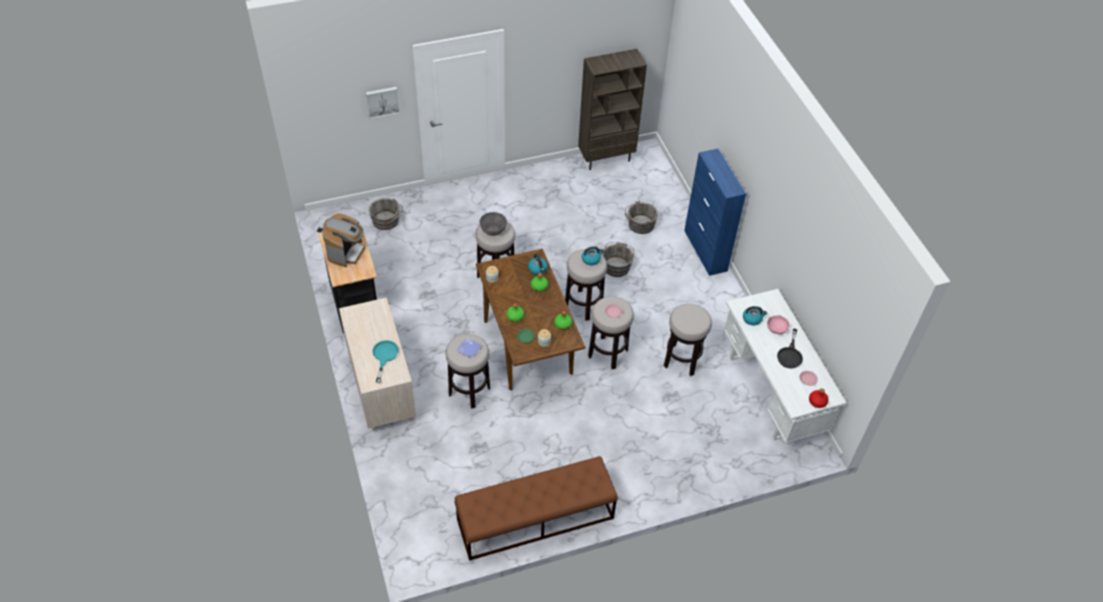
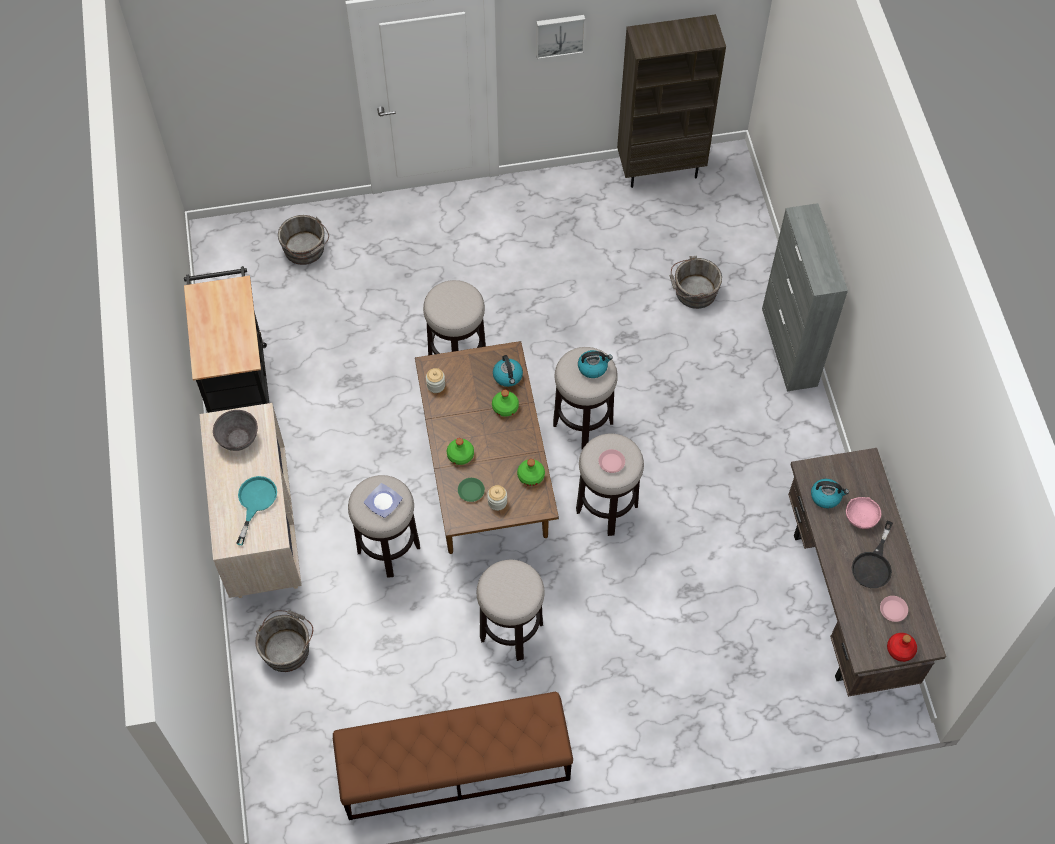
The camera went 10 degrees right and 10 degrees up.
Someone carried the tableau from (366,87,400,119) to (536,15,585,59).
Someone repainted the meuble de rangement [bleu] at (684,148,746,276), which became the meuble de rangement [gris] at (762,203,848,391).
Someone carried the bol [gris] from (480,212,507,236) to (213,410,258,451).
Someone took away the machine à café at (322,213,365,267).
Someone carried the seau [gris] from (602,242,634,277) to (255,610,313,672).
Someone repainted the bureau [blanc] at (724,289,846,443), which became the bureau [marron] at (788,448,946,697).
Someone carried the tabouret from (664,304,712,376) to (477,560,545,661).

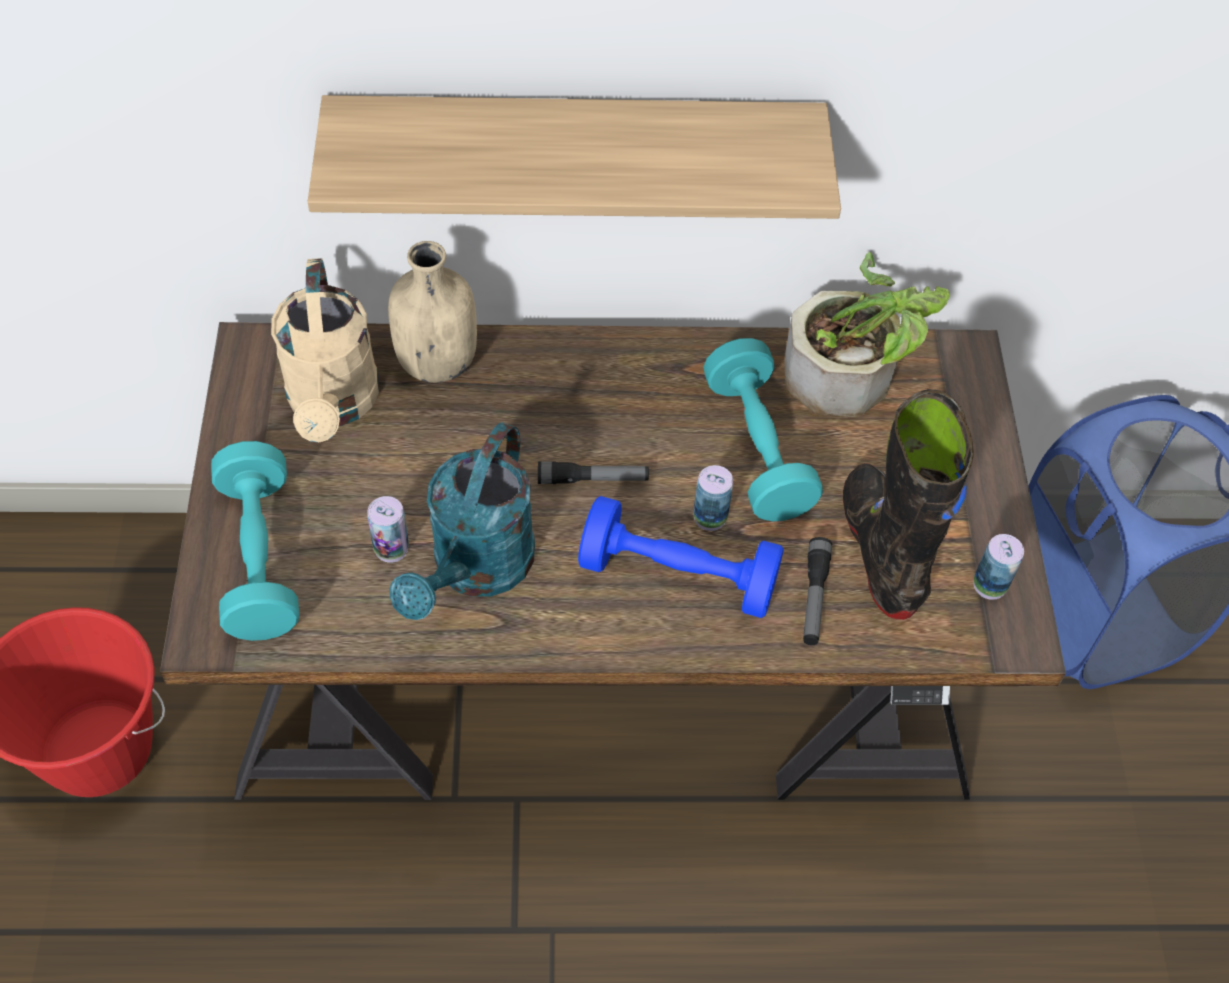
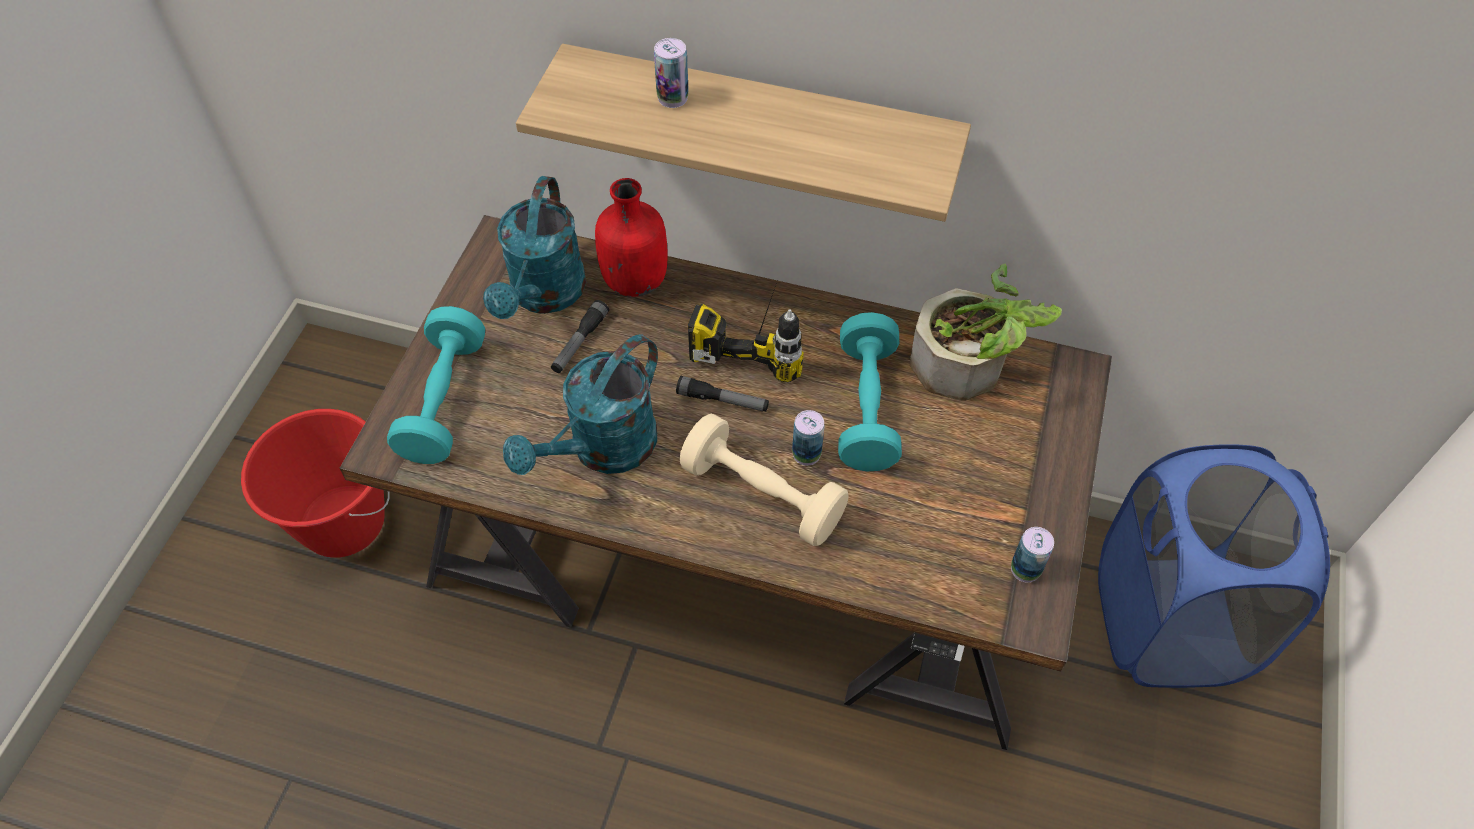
The camera went 20 degrees right and 0 degrees up.
Someone repainted the bouteille [beige] at (388,241,477,383), which became the bouteille [rouge] at (595,178,668,297).
Someone repainted the arrosoir [beige] at (271,258,379,442), which became the arrosoir [turquoise] at (483,176,586,319).
Someone took away the botte [noir] at (843,389,974,620).
Someone carried the boîte métallique from (367,496,409,563) to (654,38,689,108).
Someone repainted the haltère [bleu] at (578,496,784,618), which became the haltère [beige] at (680,414,849,546).
Someone carried the lampe de poche from (803,537,832,645) to (551,300,609,373).
Someone put down the perceuse at (688,285,804,382).

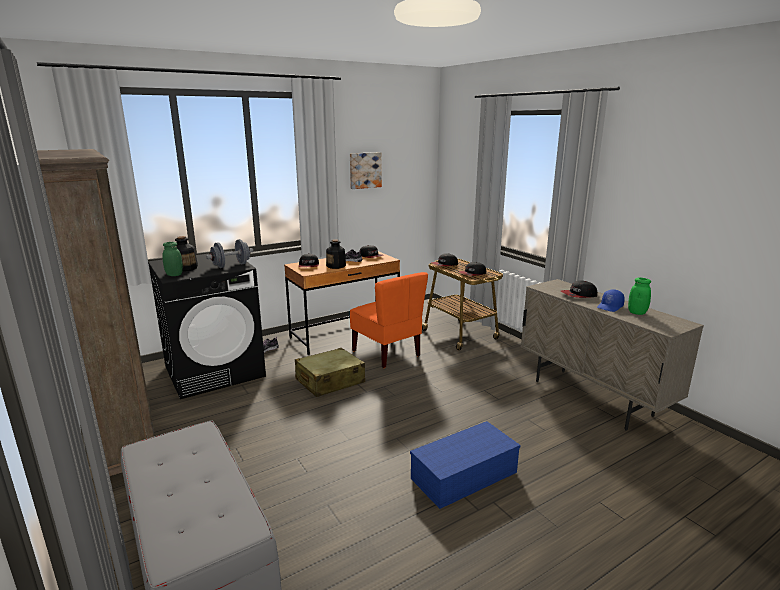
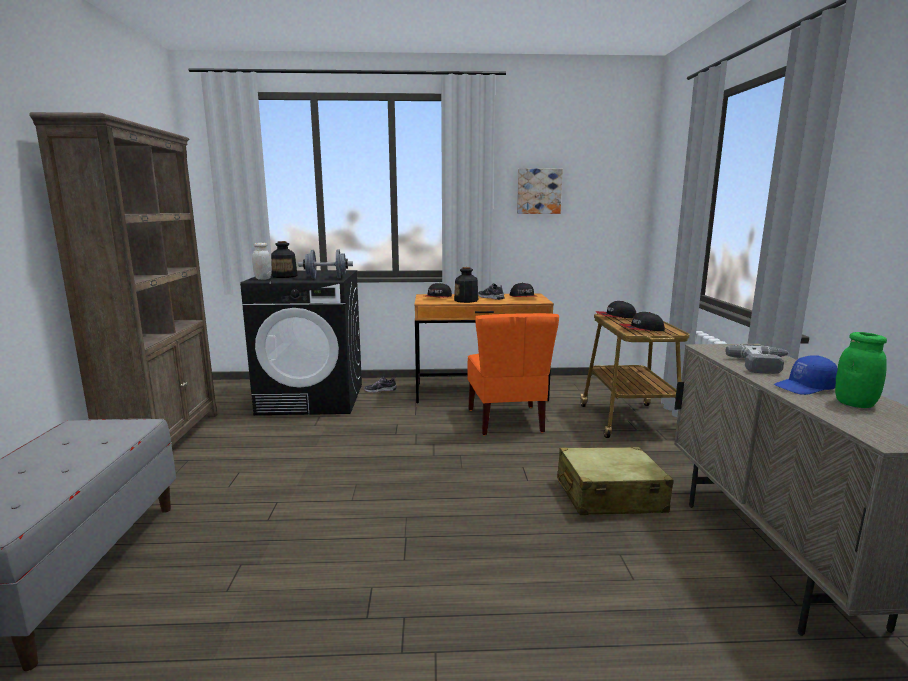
The camera went 30 degrees right and 5 degrees down.
Someone repainted the bocal [vert] at (162,242,183,276), which became the bocal [blanc] at (252,243,272,280).
Someone swapped the casquette at (561,280,597,298) for the perceuse at (725,344,789,374).
Someone carried the valise [beige] from (295,348,365,397) to (557,447,673,515).
Someone took away the boîte de rangement [bleu] at (410,421,520,509).

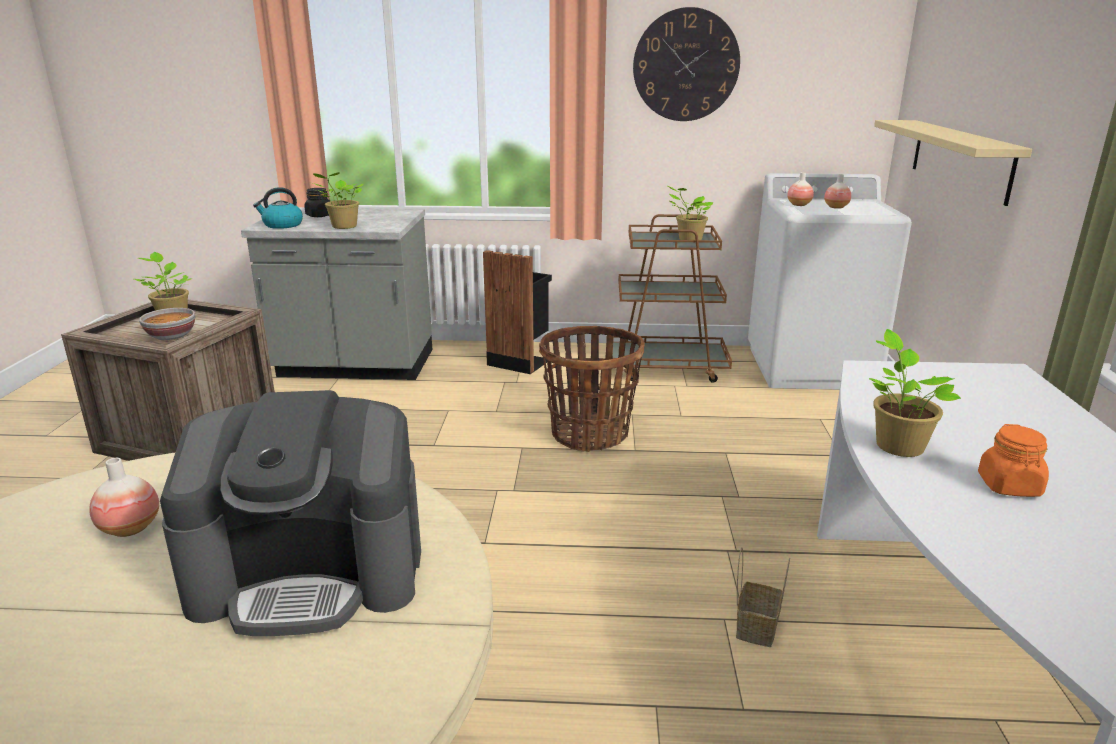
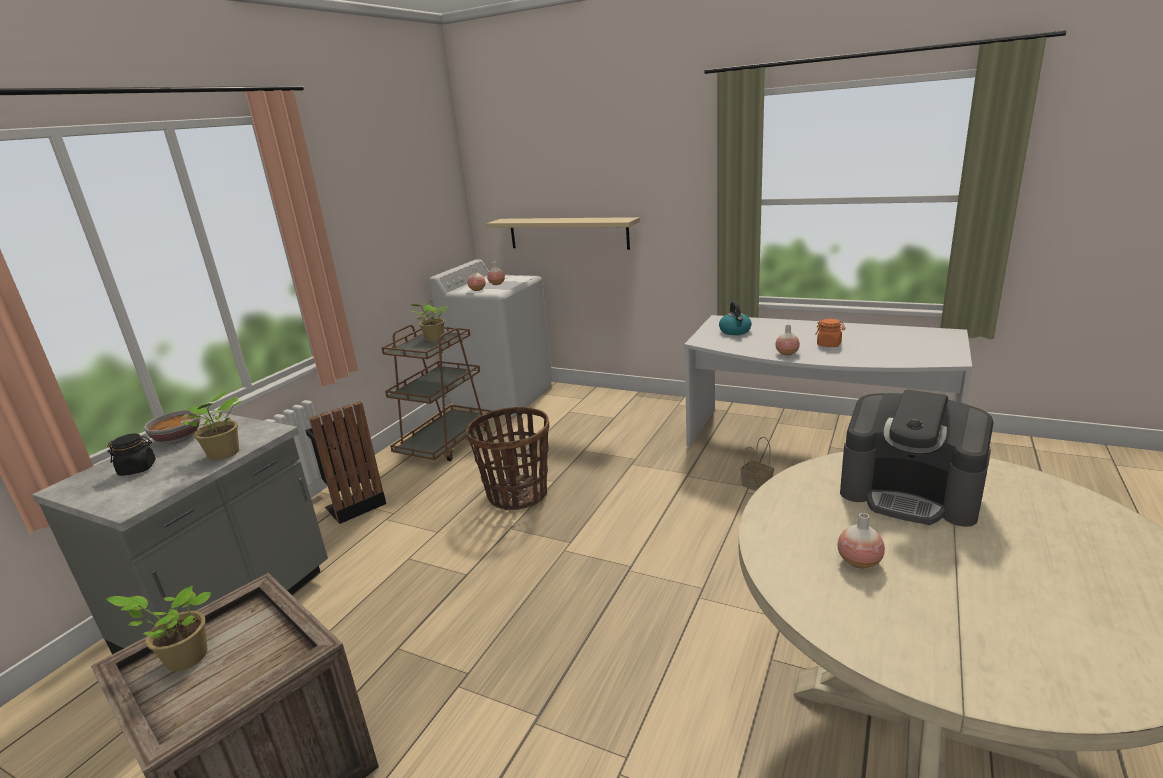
The camera went 65 degrees left and 0 degrees up.
Someone took away the horloge murale at (633,7,740,121).
Someone carried the bouilloire from (253,187,303,229) to (719,301,752,335).
Someone carried the bol from (139,308,195,340) to (144,410,200,444).
Someone swapped the plante en pot at (869,329,961,457) for the vase at (775,325,800,355).
Someone rotated the machine à café at (160,390,421,636) by 105 degrees clockwise.

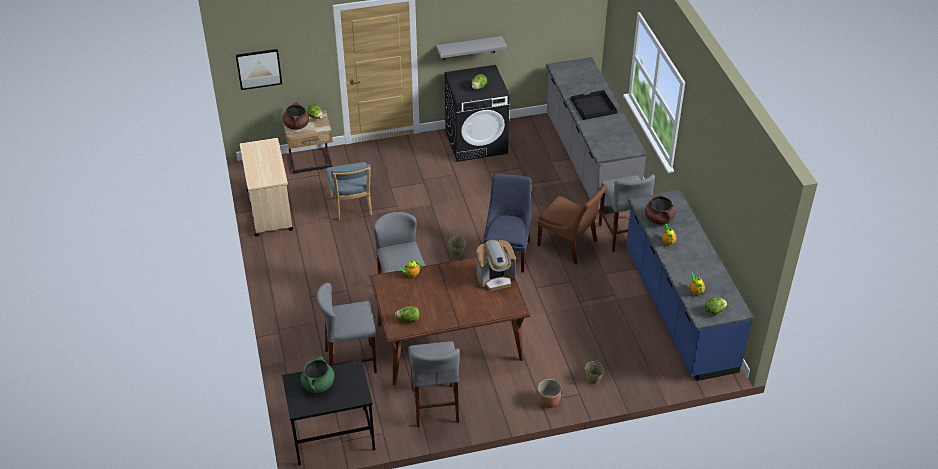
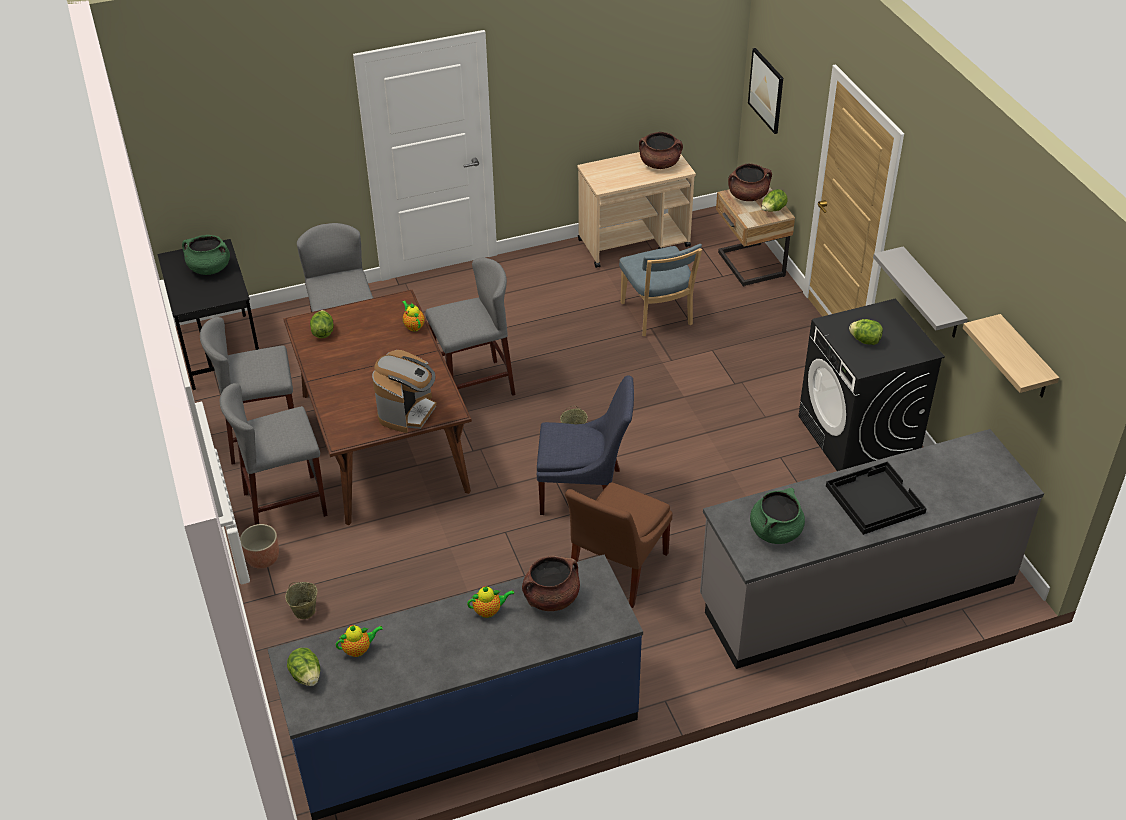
The camera went 85 degrees right and 0 degrees up.
Someone rotated the chaise [bleu] at (326,162,372,220) by 90 degrees counterclockwise.
Someone carried the tabouret [gris] from (599,174,655,252) to (220,383,328,525).
Someone rotated the machine à café at (477,239,516,291) by 135 degrees counterclockwise.
Someone put down the marmite [marron] at (639,132,683,169).
Someone put up the étagère at (963,314,1059,397).
Someone put down the marmite [vert] at (750,488,805,544).

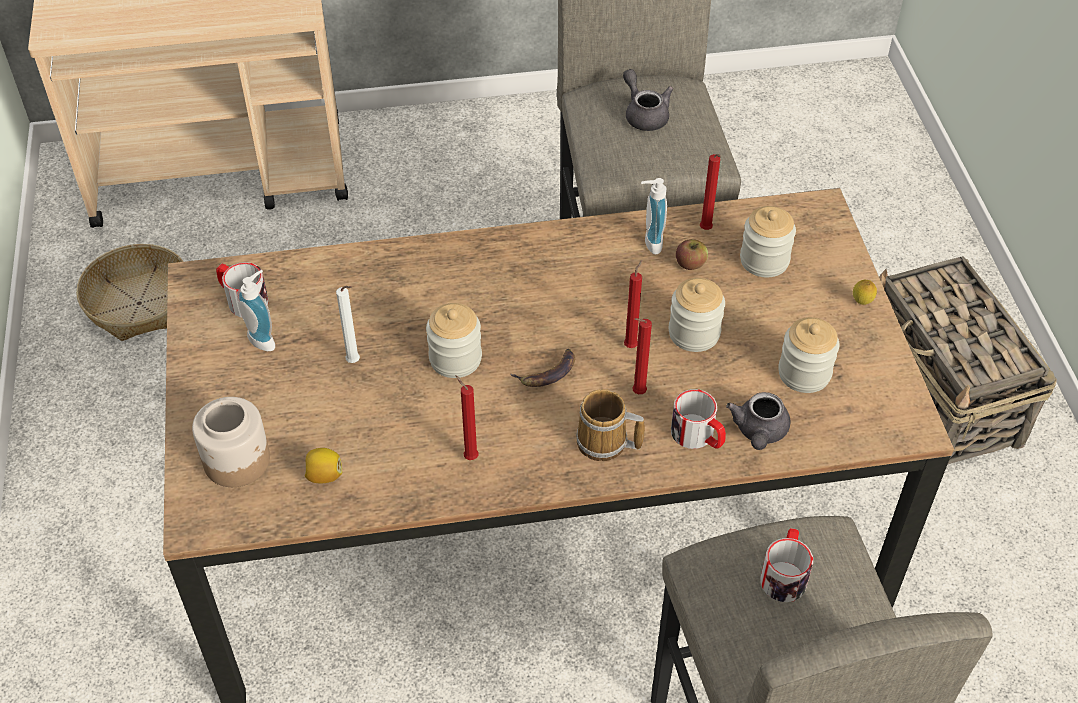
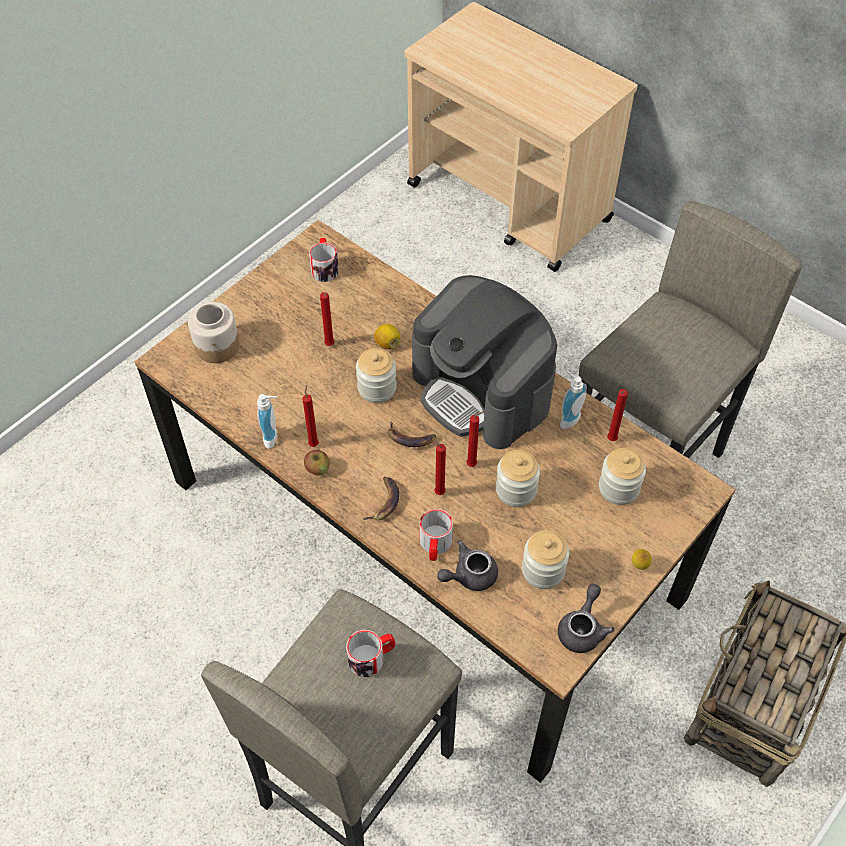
The camera went 50 degrees right and 5 degrees up.
Someone carried the théière [gris] from (623,69,673,131) to (558,584,614,653).
Someone carried the pomme from (676,239,708,270) to (304,450,330,476).
Someone took away the panier at (76,244,184,341).
Someone carried the distributeur de savon from (237,270,275,351) to (257,394,278,449).
Someone repainted the bougie [blanc] at (336,286,360,363), which became the bougie [rouge] at (320,292,335,346).
Someone swapped the mug at (576,389,645,461) for the banane at (363,477,399,520).
Someone carried the citron from (305,448,342,483) to (374,324,400,349).
Someone put down the machine à café at (412,275,557,449).

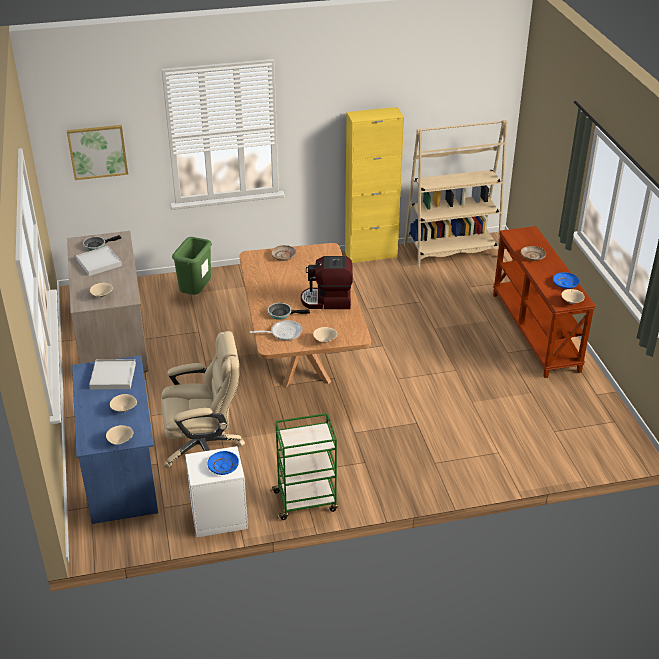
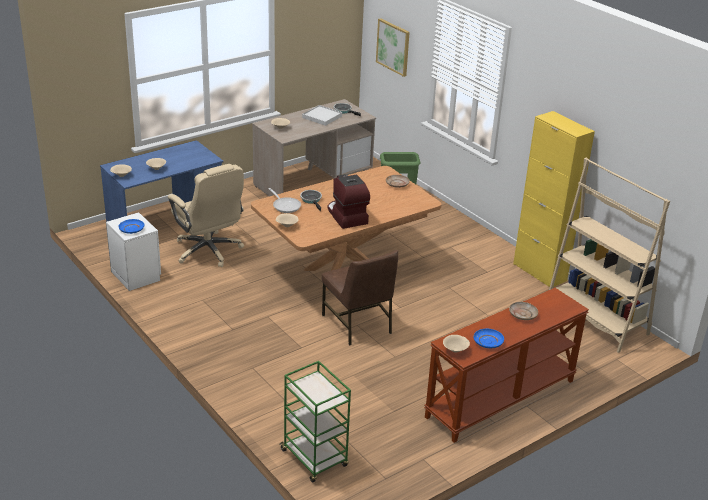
The camera went 65 degrees right and 5 degrees down.
Someone took away the plateau [blanc] at (89,359,136,390).
Someone carried the chariot [vert] from (270,413,338,520) to (279,361,351,483).
Someone put down the chaise [marron] at (322,250,398,345).

